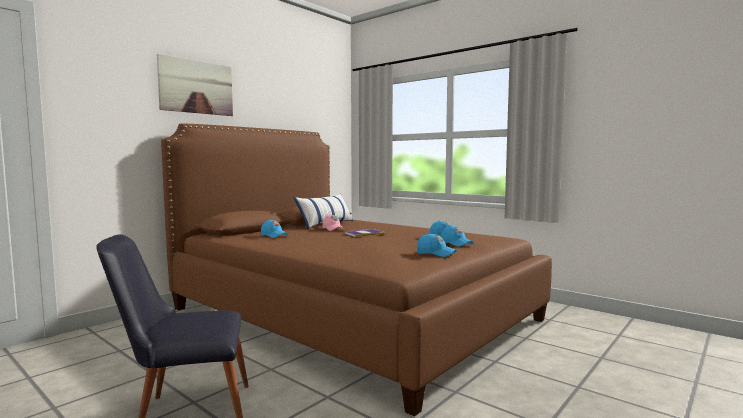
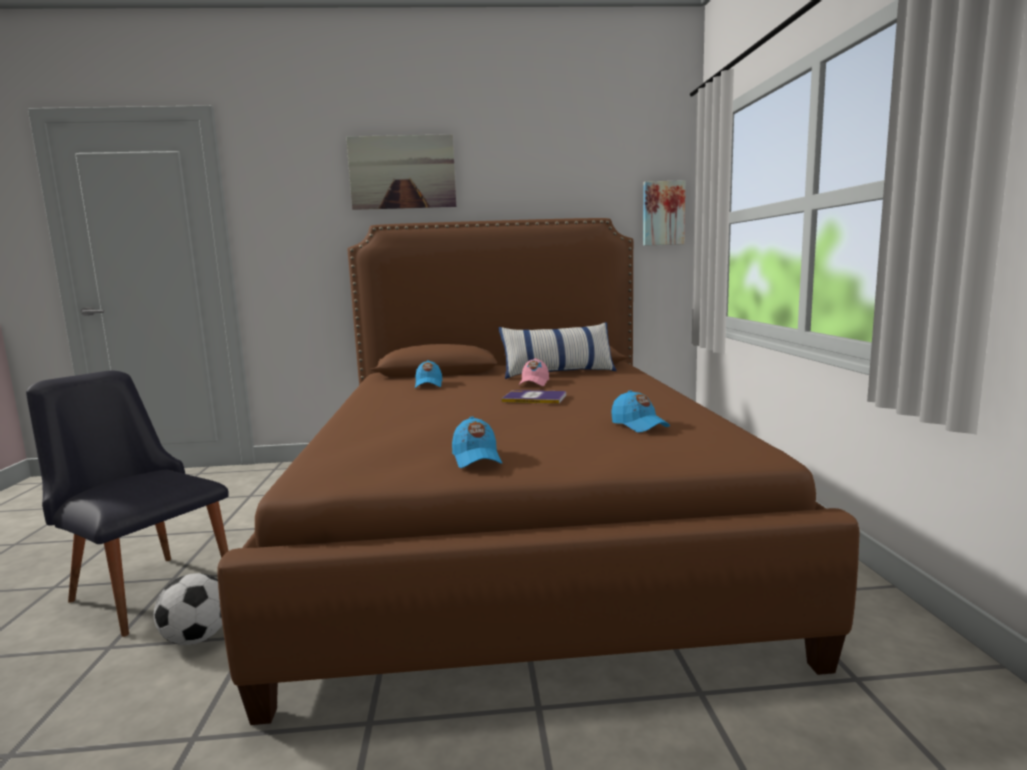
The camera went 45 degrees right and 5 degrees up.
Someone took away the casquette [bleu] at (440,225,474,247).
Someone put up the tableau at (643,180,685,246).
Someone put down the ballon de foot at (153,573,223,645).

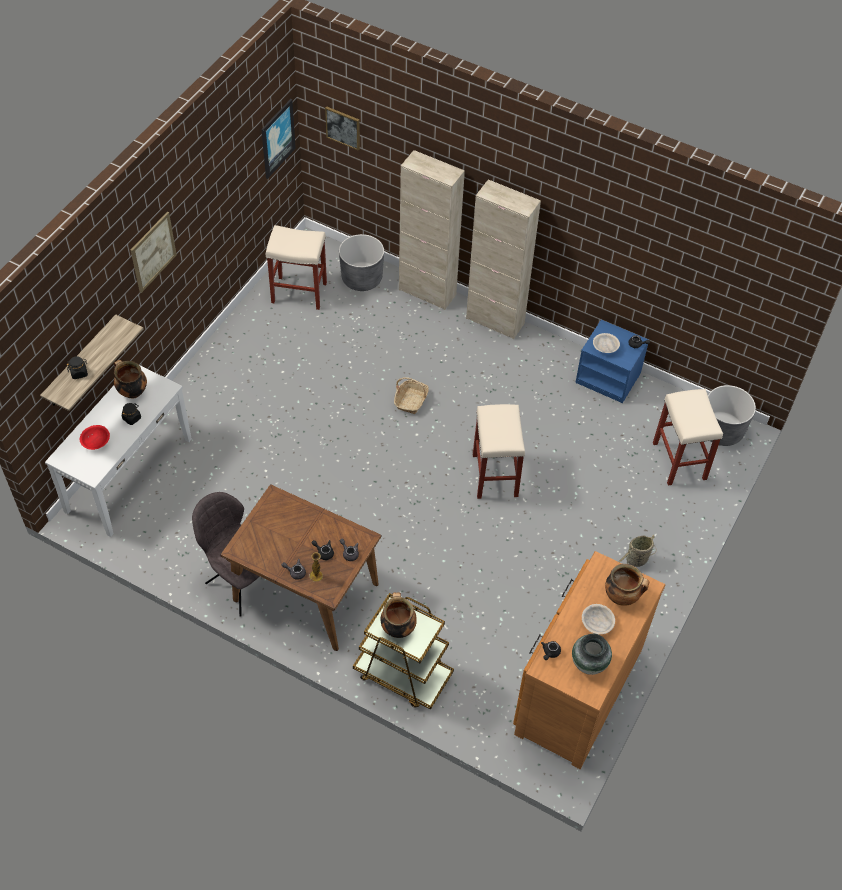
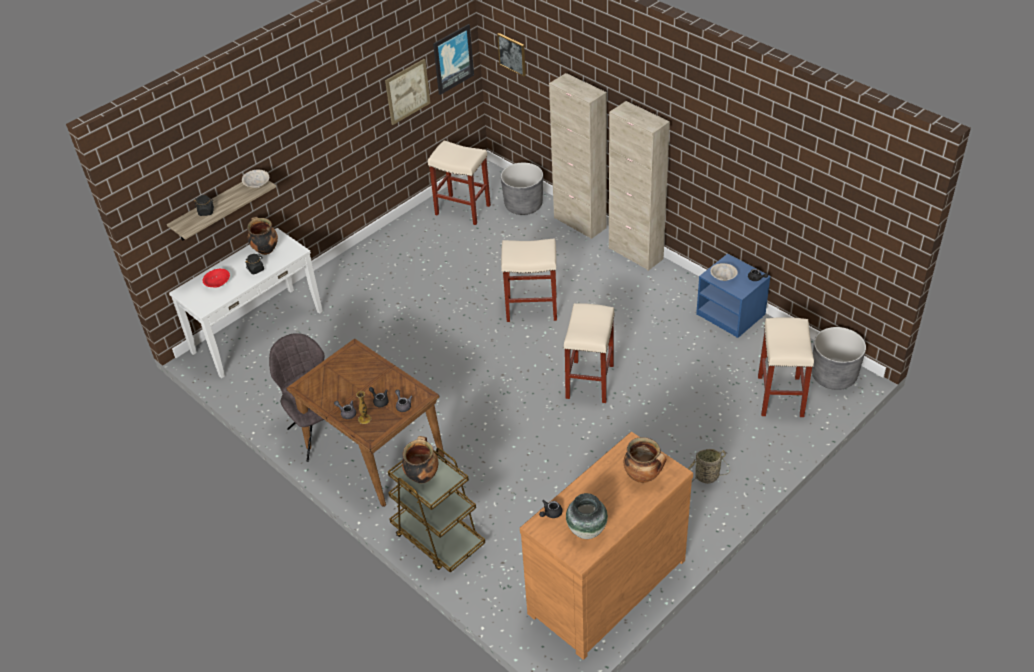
The camera went 20 degrees right and 10 degrees down.
Someone carried the tableau from (131,212,177,293) to (385,59,430,125).
Someone swapped the panier at (394,377,429,414) for the tabouret [beige] at (501,239,557,322).
Someone carried the bol [beige] from (582,604,615,634) to (242,170,269,188).

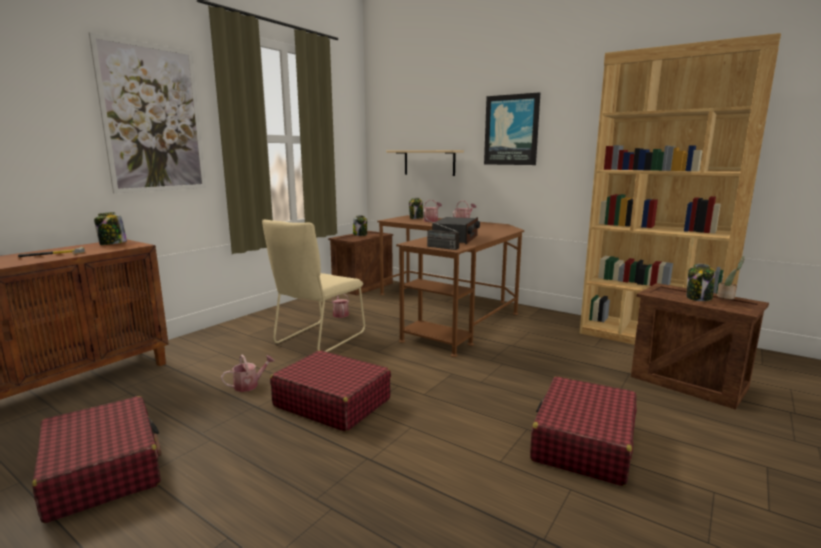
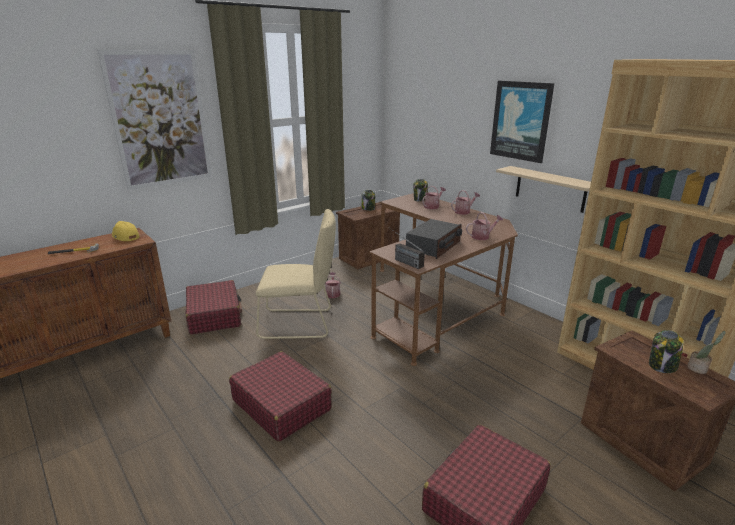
The camera went 15 degrees right and 10 degrees up.
Someone carried the étagère [beige] from (386,150,464,176) to (496,166,591,213).
Someone swapped the bocal at (94,212,127,245) for the casquette [jaune] at (112,221,140,241).
Someone rotated the chaise [beige] at (262,220,365,352) by 135 degrees counterclockwise.
Someone carried the arrosoir from (221,354,275,392) to (466,212,503,240).
Someone carried the valise [rouge] from (32,396,161,523) to (185,280,242,335).

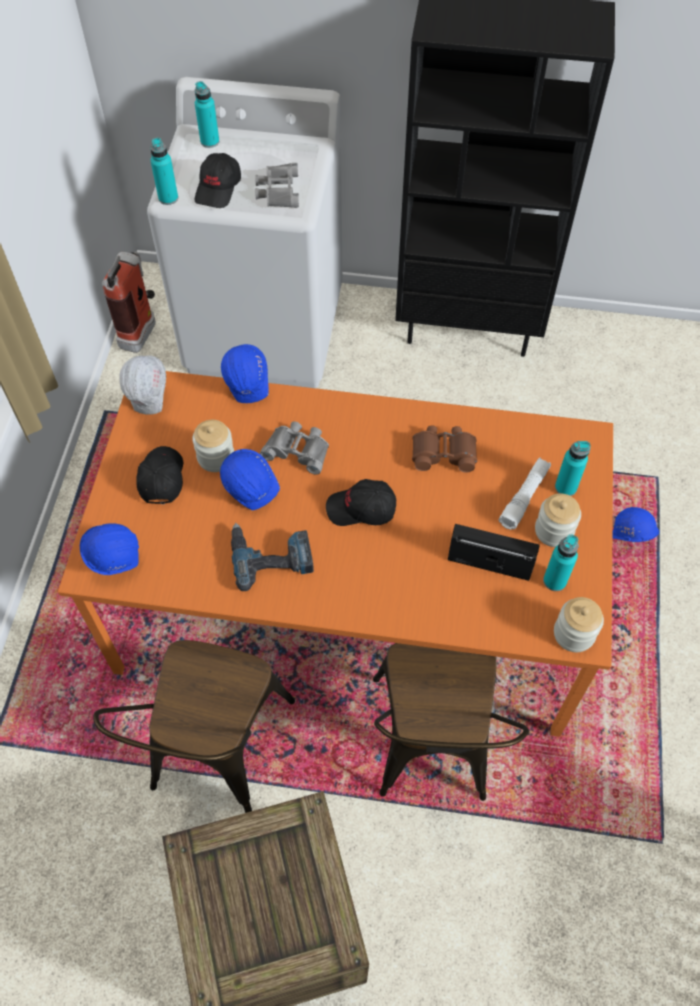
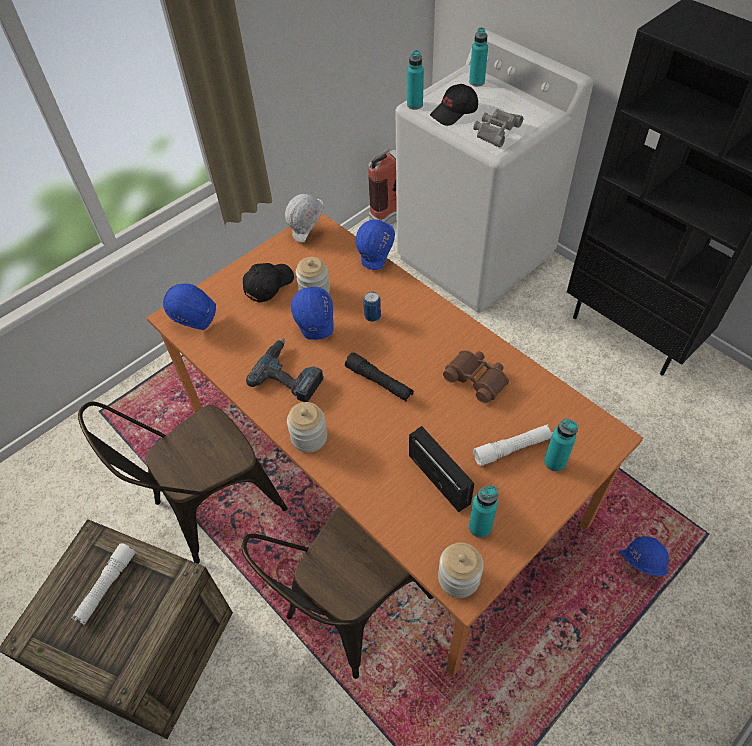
The camera went 40 degrees right and 5 degrees down.
Someone swapped the jumelles [gris] at (260,421,329,475) for the boîte métallique at (363,292,381,322).
Someone swapped the casquette [noir] at (326,479,396,526) for the lampe de poche [noir] at (345,353,414,402).
Someone carried the bocal from (535,493,581,547) to (287,402,327,453).
Someone put down the lampe de poche [blanc] at (72,543,135,625).

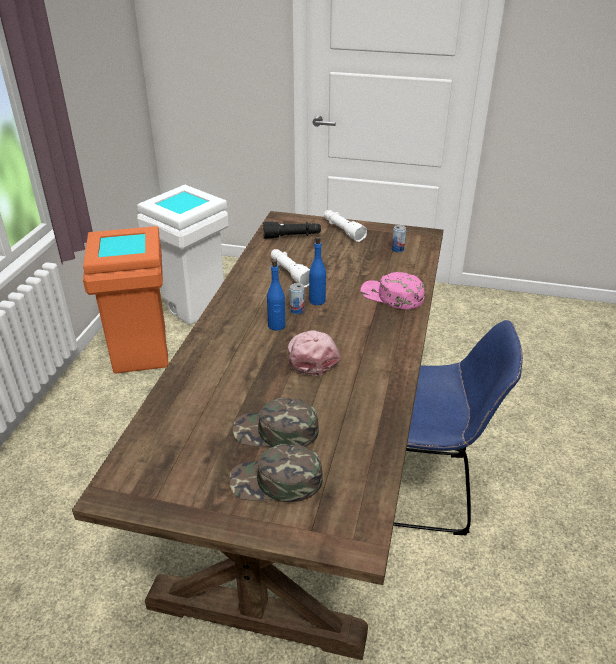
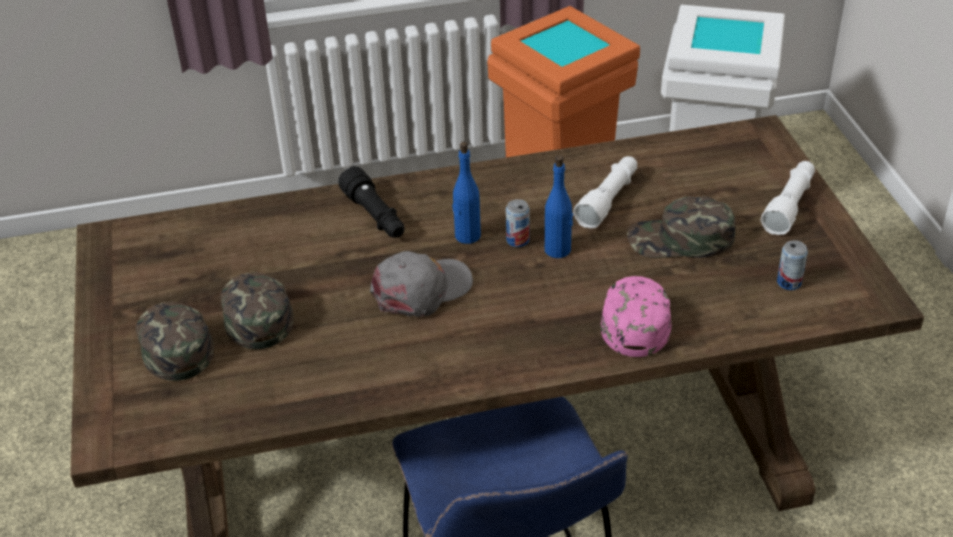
The camera went 65 degrees right and 5 degrees up.
Someone carried the lampe de poche [noir] from (263,222,321,239) to (339,166,404,238).
Someone repainted the casquette [rose] at (288,330,341,376), which became the casquette [gris] at (370,251,473,317).
Someone put down the casquette [vert] at (627,196,736,258).

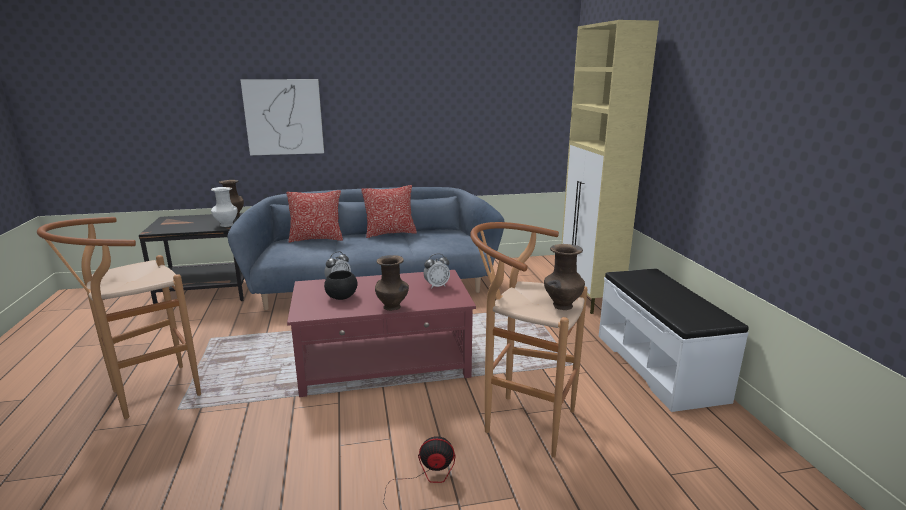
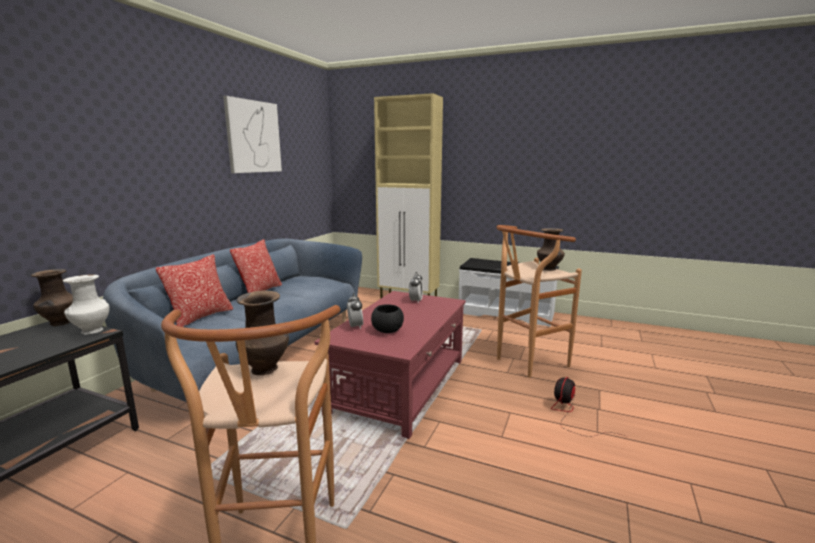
The camera went 55 degrees left and 5 degrees down.
Someone carried the tableau from (240,79,324,155) to (223,96,282,173).
Someone carried the vase [marron] from (375,255,409,311) to (236,291,289,375).

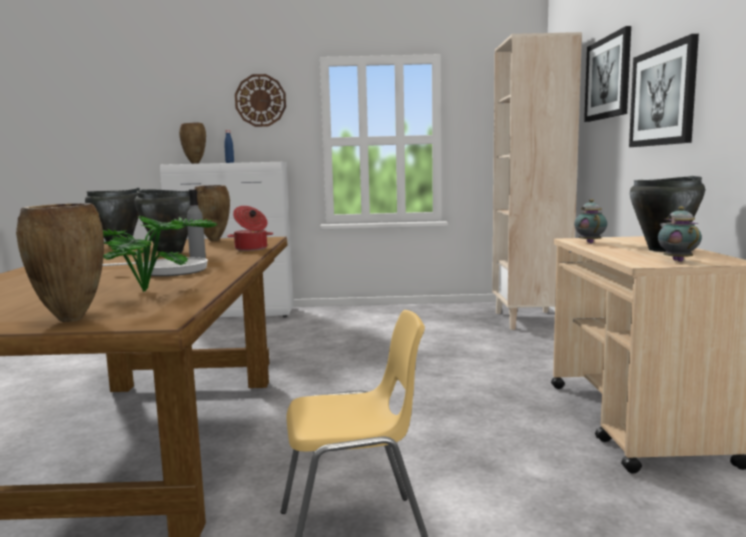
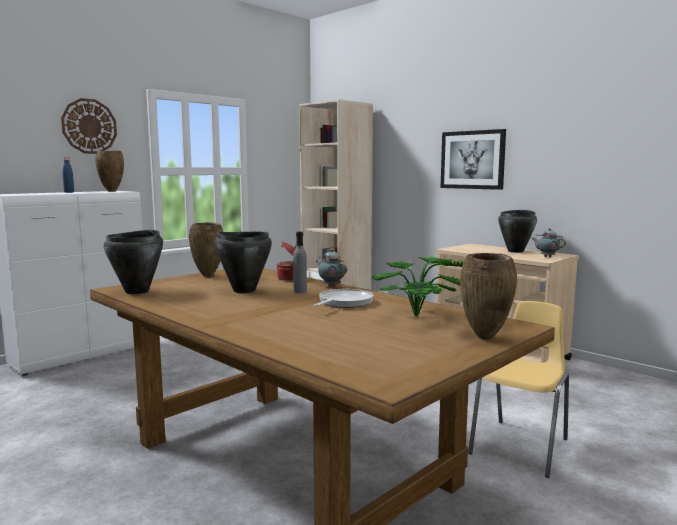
The camera went 45 degrees left and 0 degrees up.
Someone took away the tableau at (584,26,631,122).
Someone carried the vase [marron] from (179,123,206,164) to (95,151,124,192).
Someone carried the théière from (574,199,607,243) to (316,249,347,287).

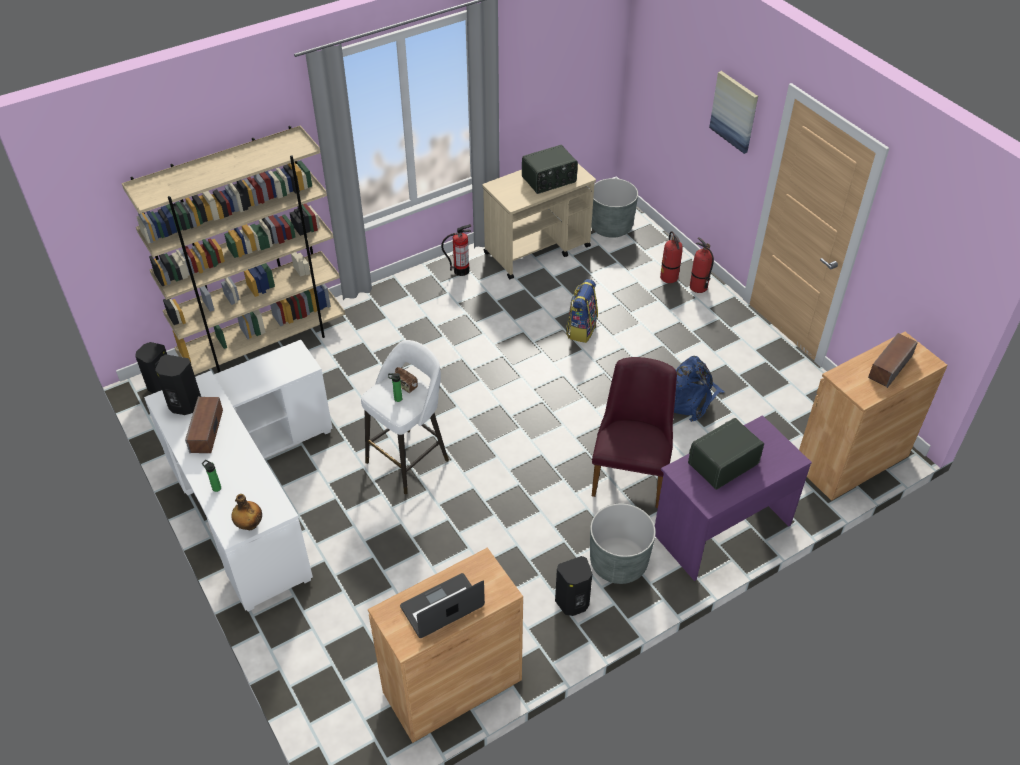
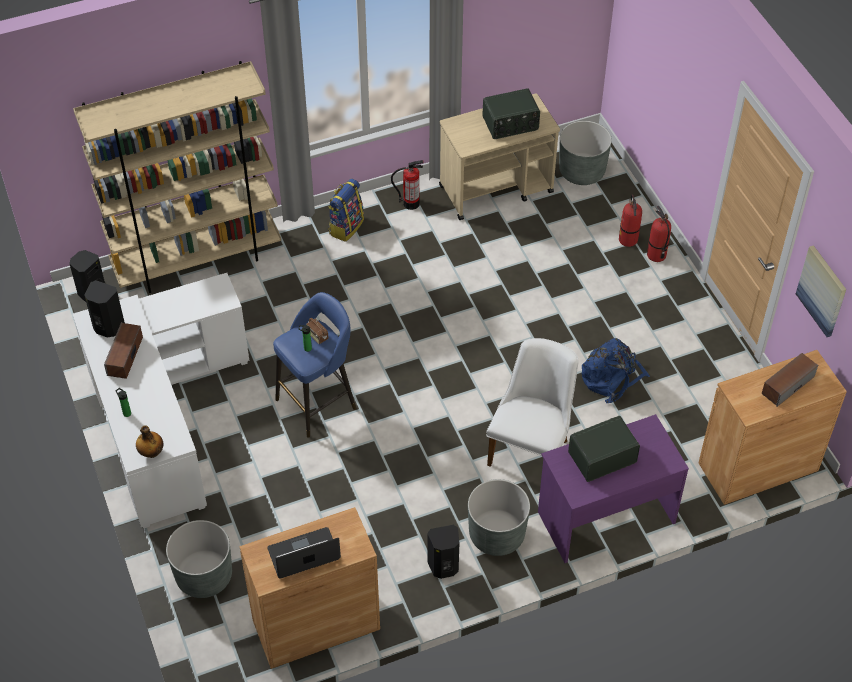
The camera went 10 degrees right and 5 degrees up.
Someone carried the tableau from (709,71,758,154) to (796,245,846,337).
Someone carried the sac à dos from (566,279,598,343) to (328,179,364,242).
Someone repainted the tabouret [blanc] at (361,340,449,494), which became the tabouret [bleu] at (273,292,356,438).
Someone repainted the chaise [violet] at (592,357,677,508), which became the chaise [blanc] at (486,338,578,467).
Someone put down the cache-pot [gris] at (166,520,232,598).

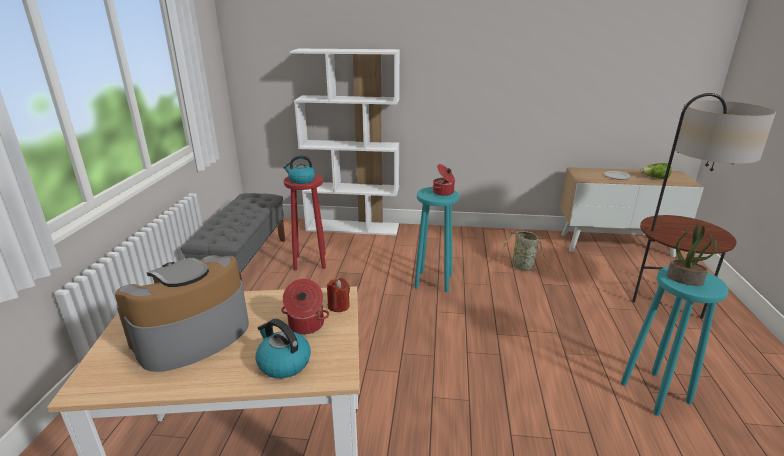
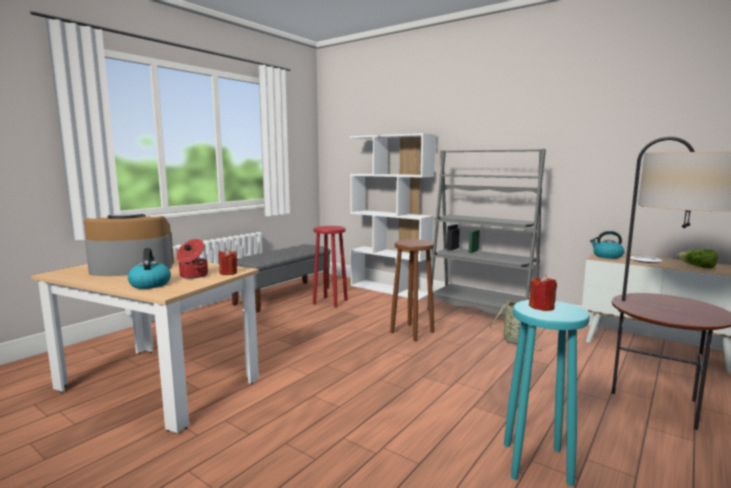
The camera went 30 degrees right and 15 degrees down.
Someone carried the bouilloire from (283,155,315,184) to (590,231,624,259).
Someone took away the marmite at (433,164,455,196).
Someone repainted the tabouret [turquoise] at (415,187,459,292), which became the tabouret [marron] at (390,240,434,341).
Someone swapped the plante en pot at (667,224,717,286) for the bougie [rouge] at (529,275,557,311).
Someone put down the bibliothèque [gris] at (427,149,546,314).

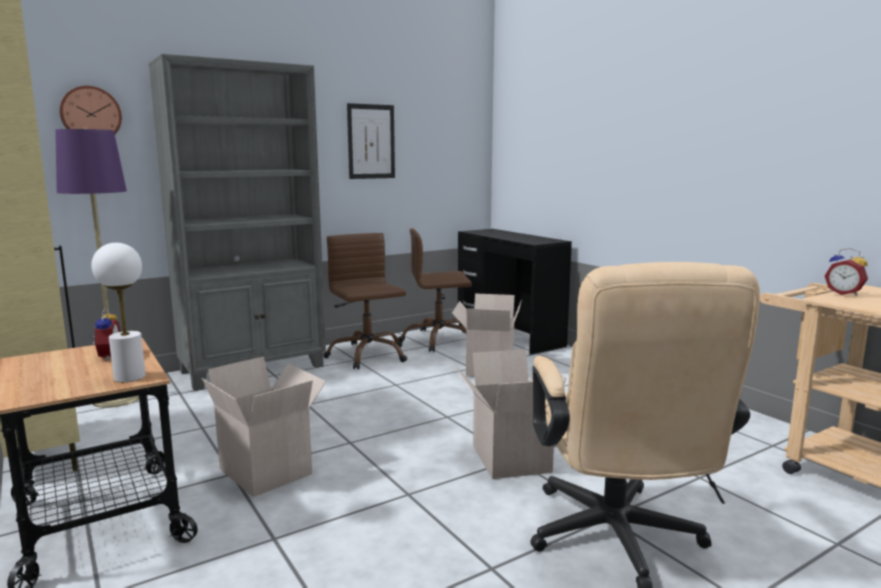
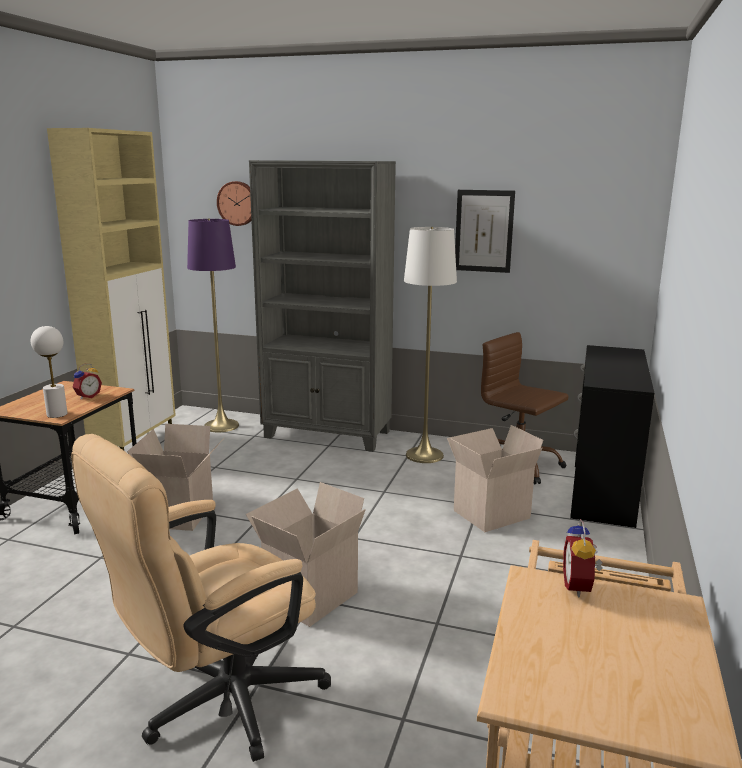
The camera went 50 degrees right and 5 degrees up.
Someone swapped the chaise de bureau [marron] at (323,233,407,369) for the lampadaire [blanc] at (404,227,457,463).

